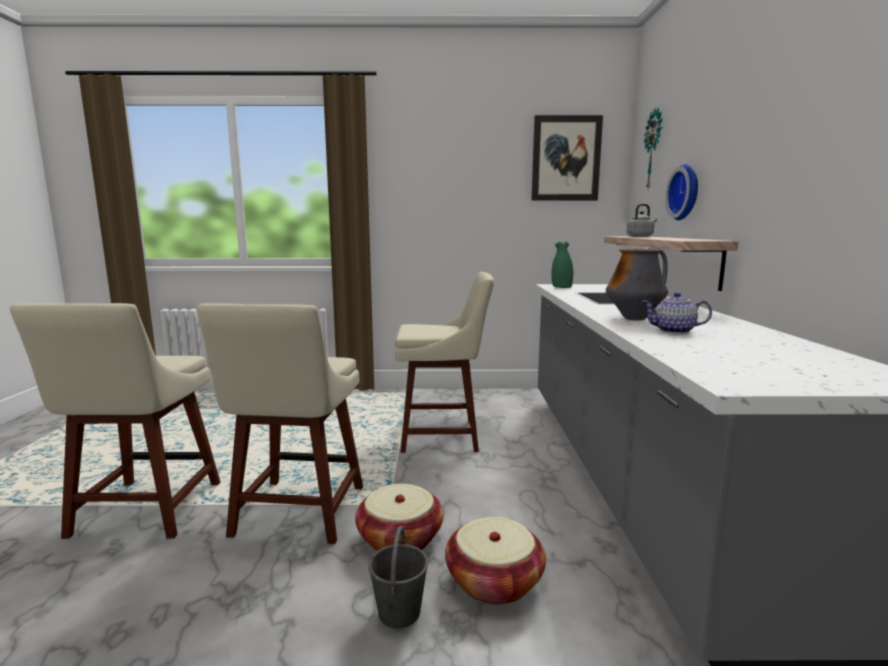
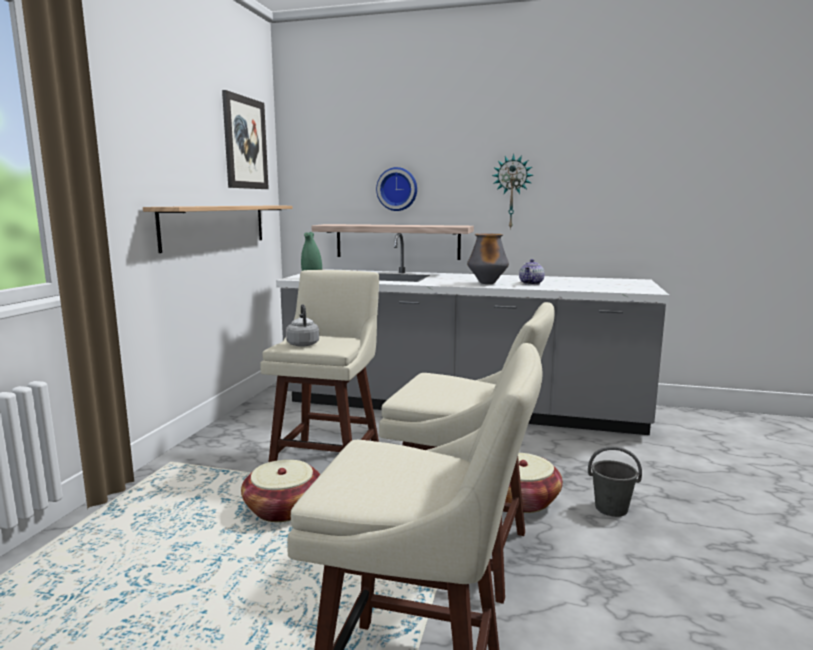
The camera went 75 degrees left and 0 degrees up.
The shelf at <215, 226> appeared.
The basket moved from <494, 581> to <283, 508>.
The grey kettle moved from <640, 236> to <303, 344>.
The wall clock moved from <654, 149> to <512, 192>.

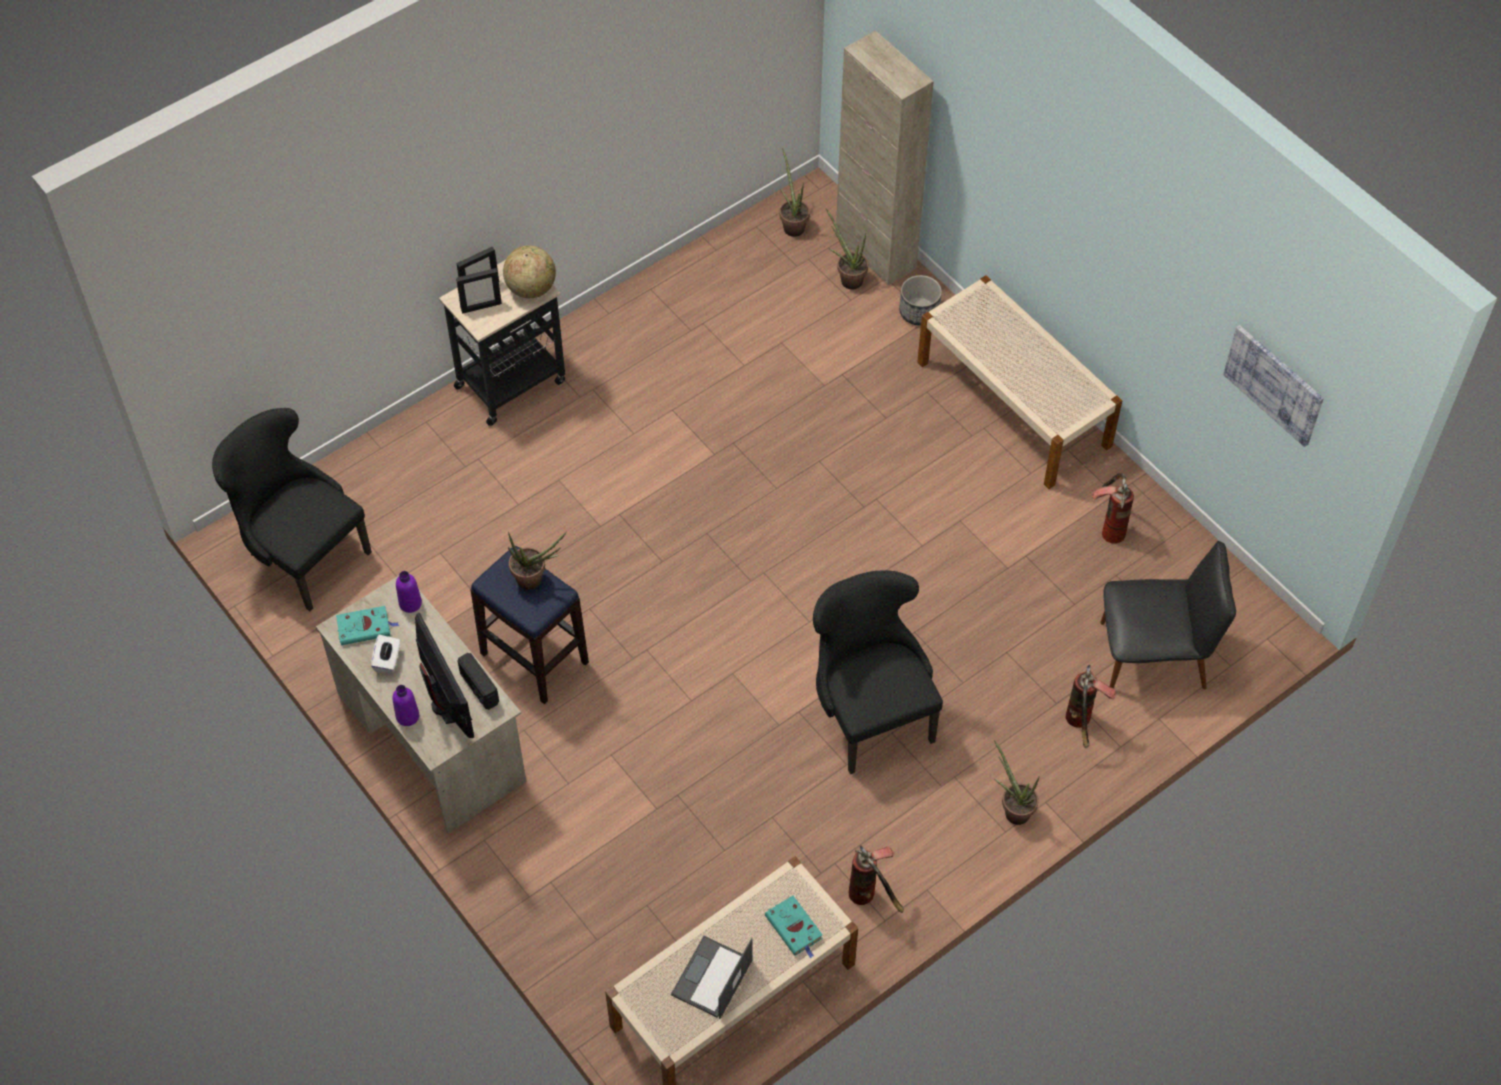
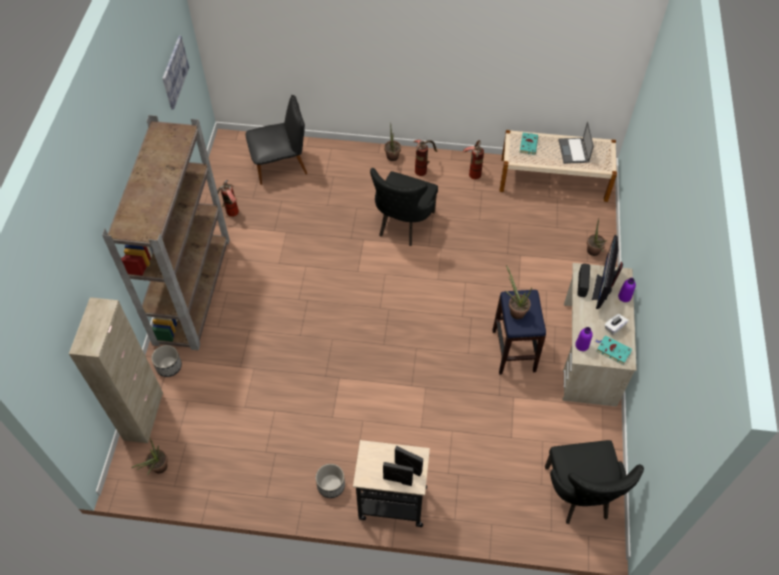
The camera went 135 degrees left and 0 degrees up.
The beige bench at <1014, 403> was replaced by the brown bookcase at <192, 290>.
The black chair at <1153, 655> turned 120 degrees clockwise.
The planter at <331, 485> appeared.
The fire extinguisher moved from <1081, 725> to <423, 168>.
The laptop at <712, 978> turned 105 degrees clockwise.
The potted plant moved from <848, 278> to <593, 253>.
The globe at <531, 288> disappeared.

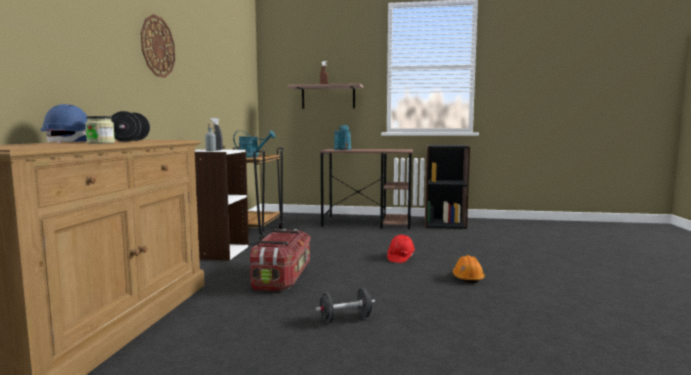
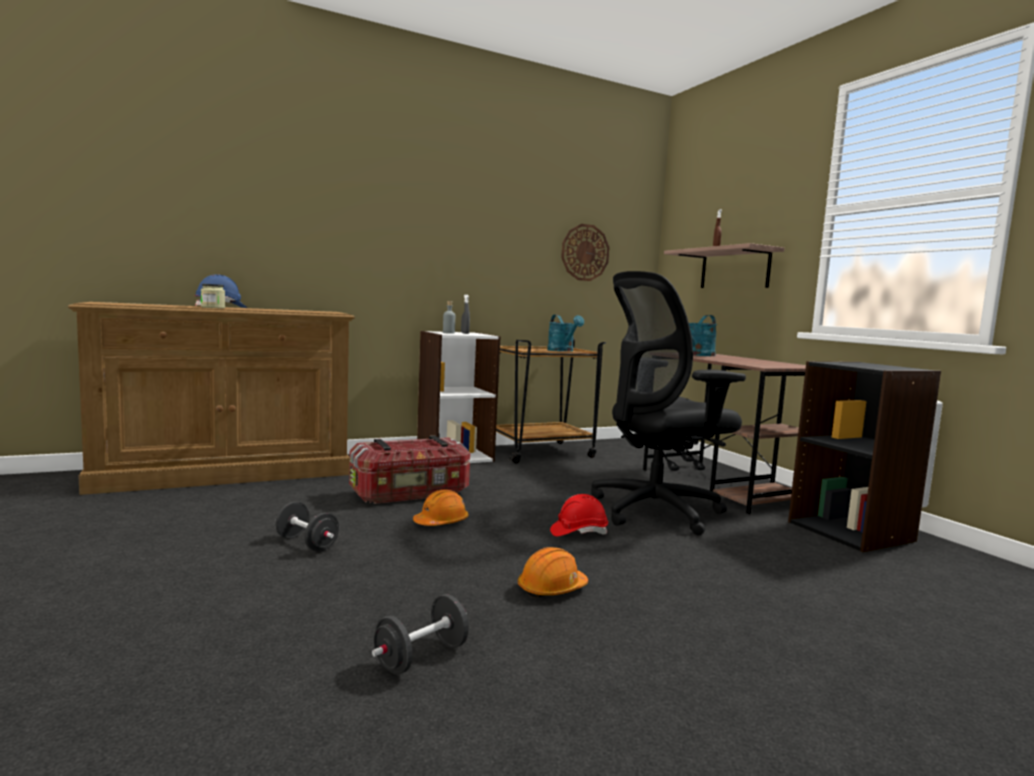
The camera went 55 degrees right and 0 degrees up.
The black dumbbell moved from <130, 141> to <421, 657>.
The orange hard hat at <441, 522> appeared.
The wall clock moved from <157, 46> to <585, 252>.
The black office chair at <661, 509> appeared.

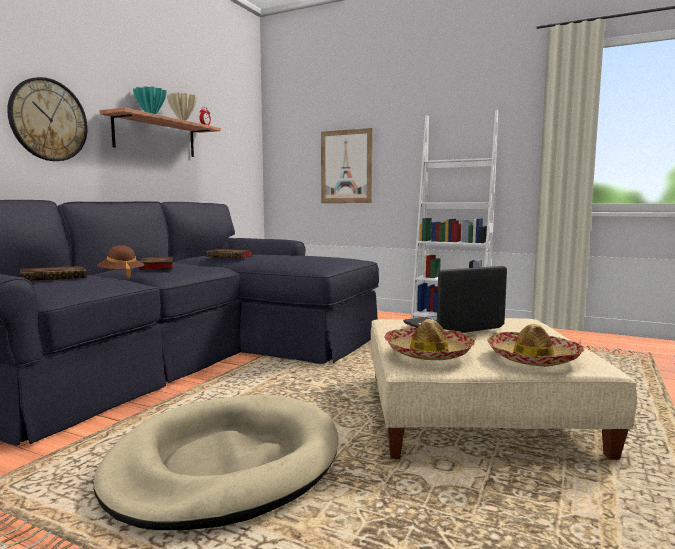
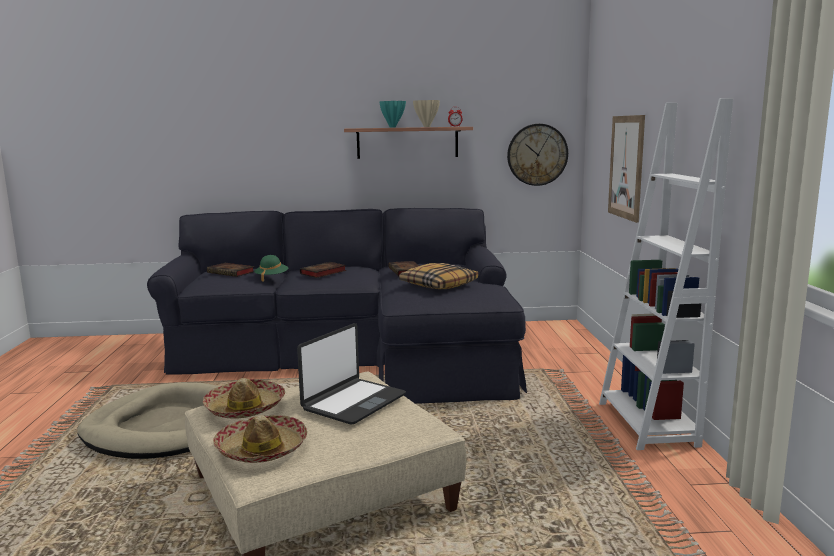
The camera went 60 degrees right and 5 degrees up.
The brown hat at <121, 275> became the green hat at <271, 278>.
The laptop at <453, 326> turned 90 degrees clockwise.
The pillow at <438, 285> appeared.
The wall clock moved from <48, 120> to <537, 154>.

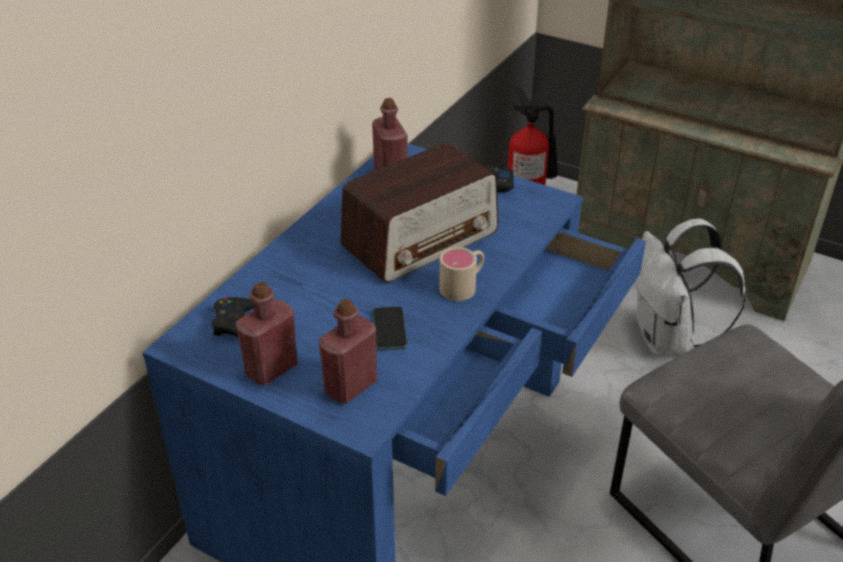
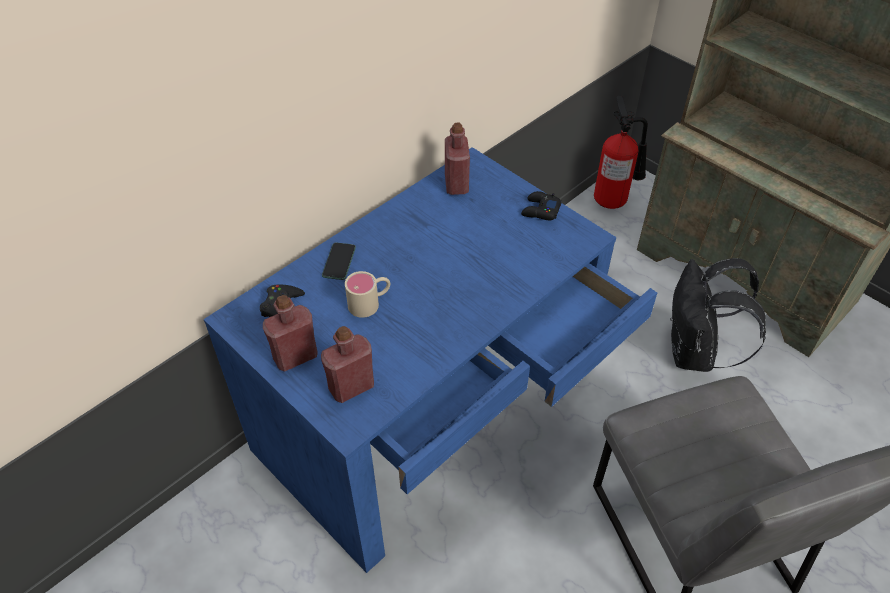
The camera went 15 degrees right and 10 degrees up.
The phone moved from <389, 329> to <339, 262>.
The beige mug moved from <463, 285> to <370, 302>.
The white backpack at <668, 339> became the black backpack at <694, 353>.
The radio at <421, 239> disappeared.

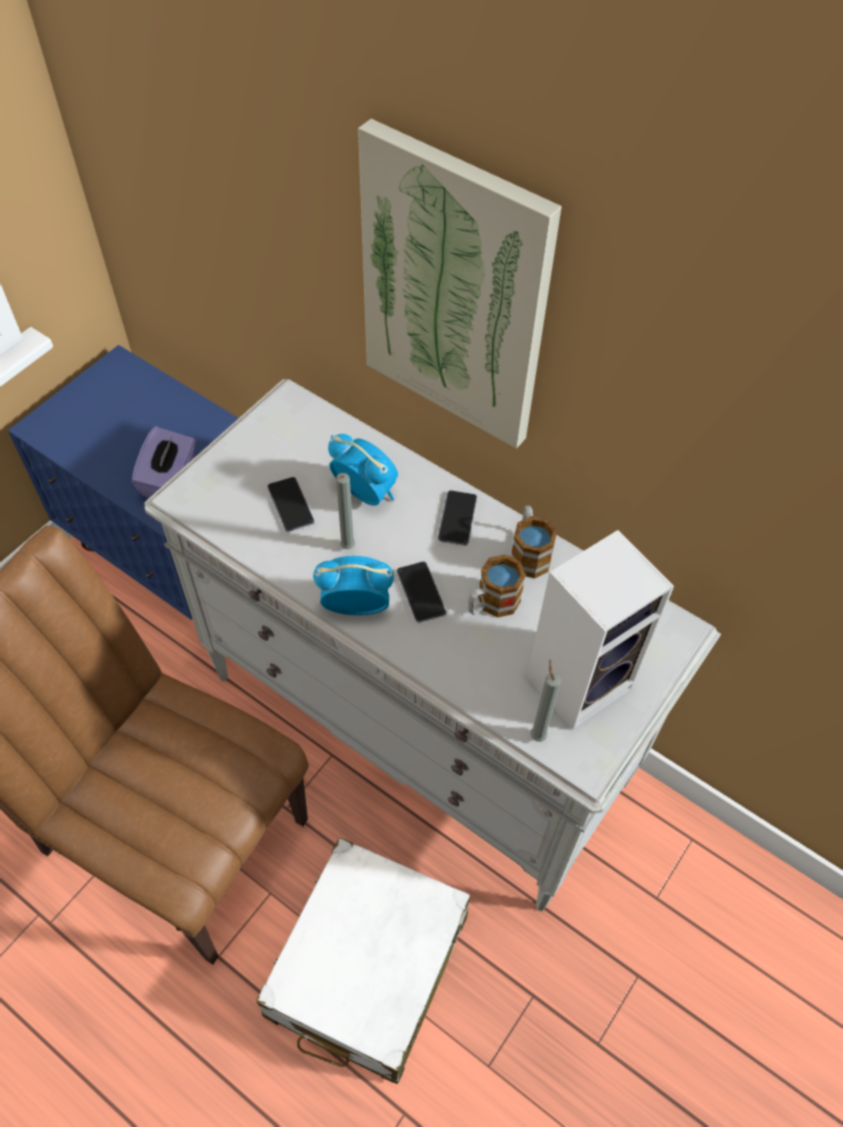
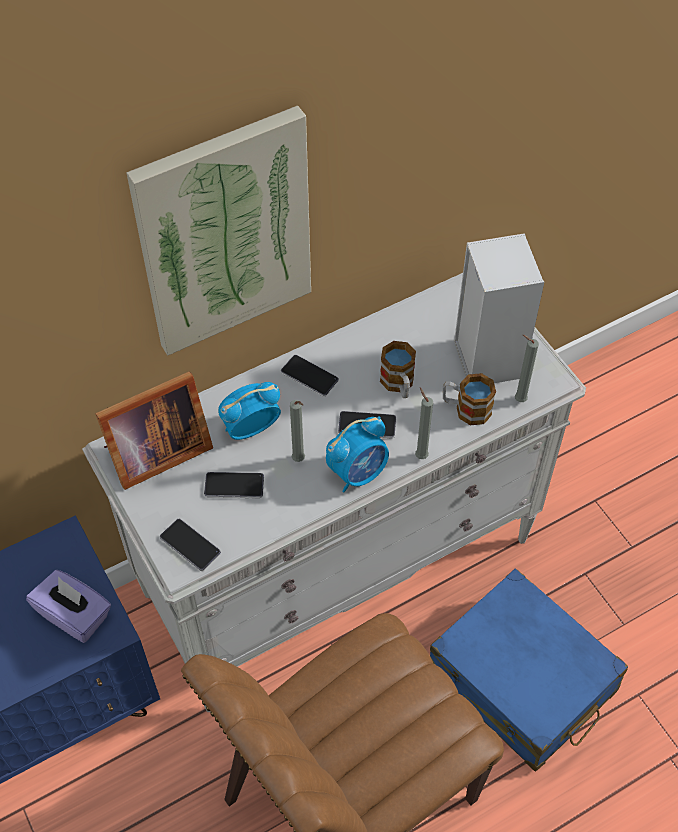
The camera went 65 degrees left and 0 degrees up.
The picture frame at <154, 453> appeared.
The phone at <190, 545> appeared.
The alarm clock at <356, 605> turned 150 degrees counterclockwise.
The grey candle at <420, 455> appeared.
The white suitcase at <367, 966> became the blue suitcase at <522, 680>.
The mug moved from <528, 553> to <466, 409>.

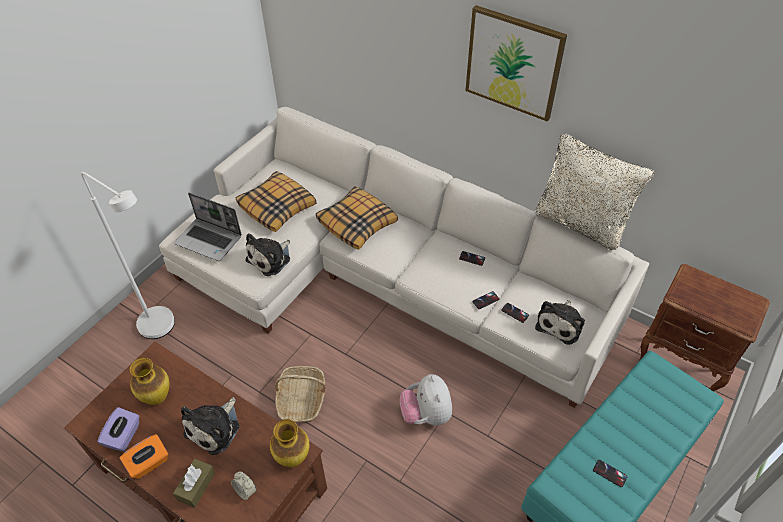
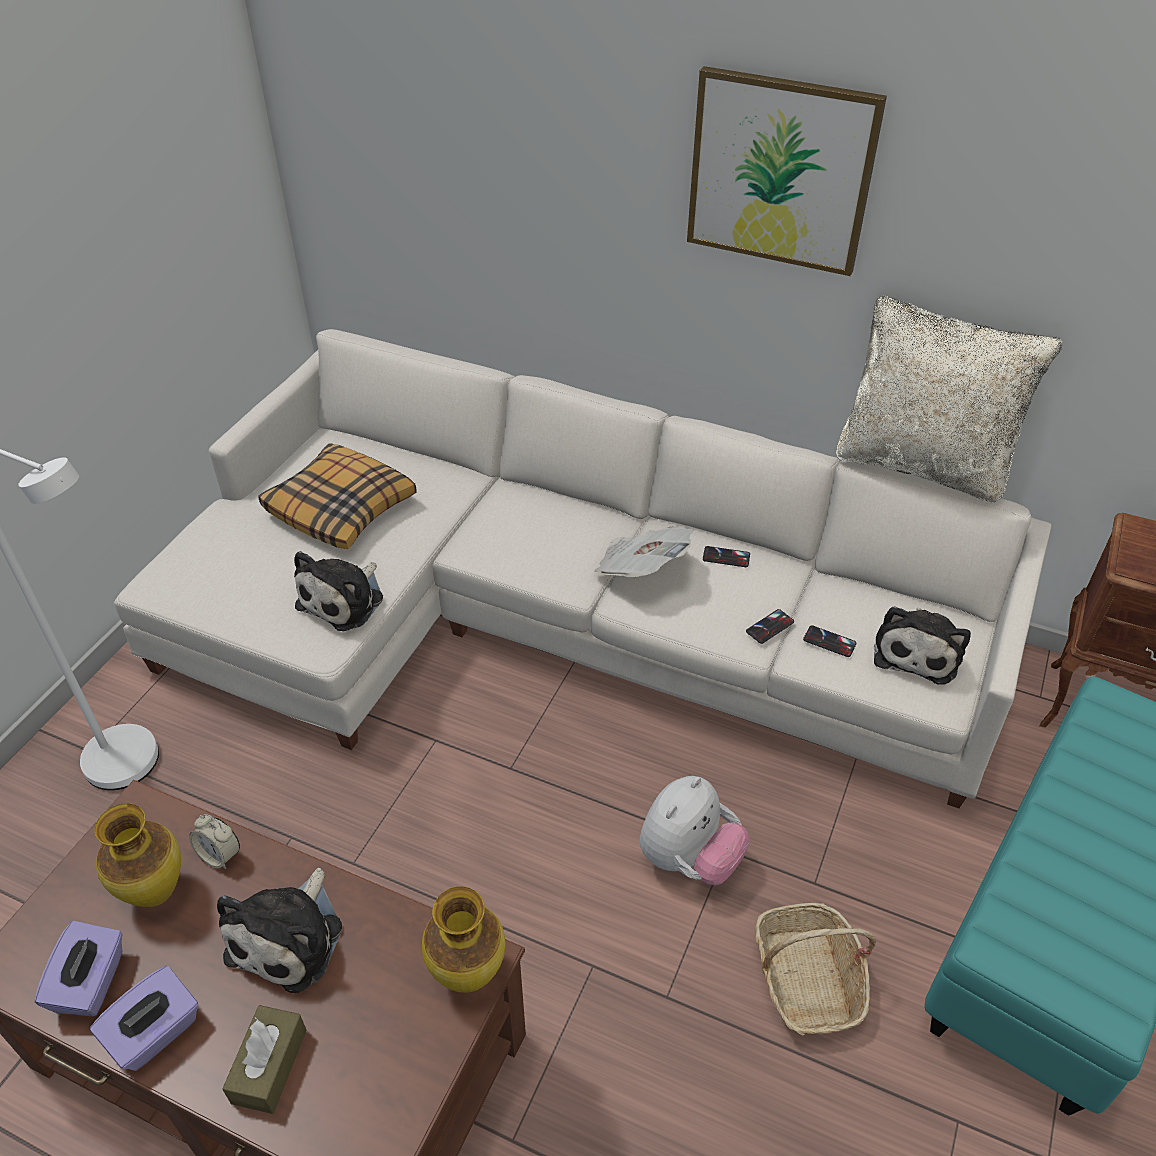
The camera went 10 degrees left and 5 degrees down.
The orange tissue box at <149, 463> became the purple tissue box at <156, 1033>.
The alarm clock moved from <245, 491> to <220, 855>.
The newspaper at <641, 569> appeared.
The plush toy at <426, 414> turned 120 degrees counterclockwise.
The basket moved from <302, 400> to <807, 979>.
The laptop at <209, 240> disappeared.
The pillow at <357, 223> disappeared.
The phone at <609, 473> disappeared.

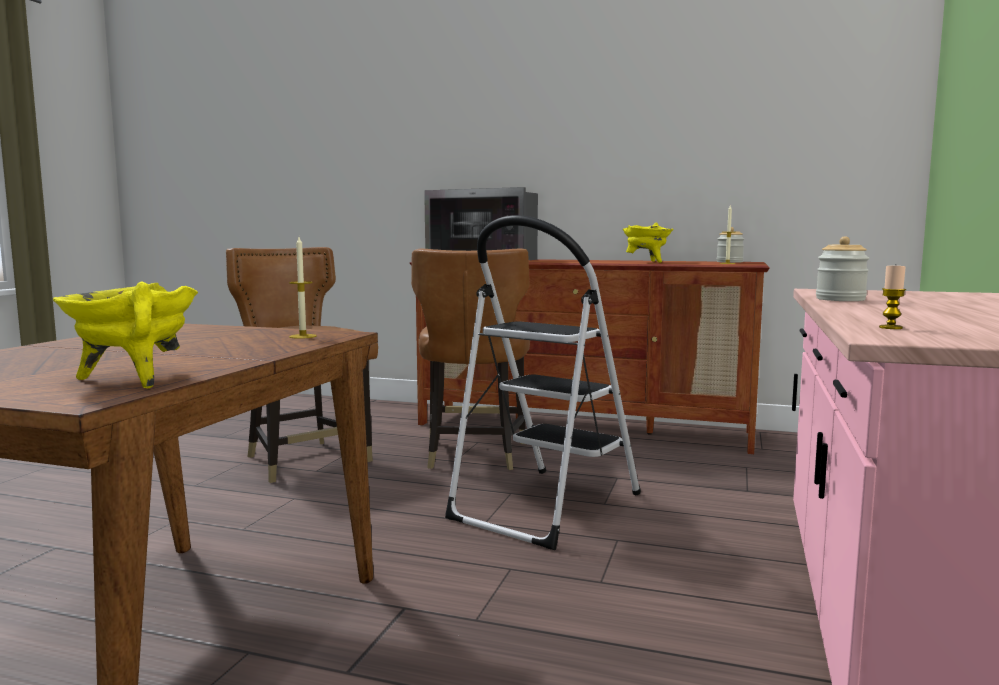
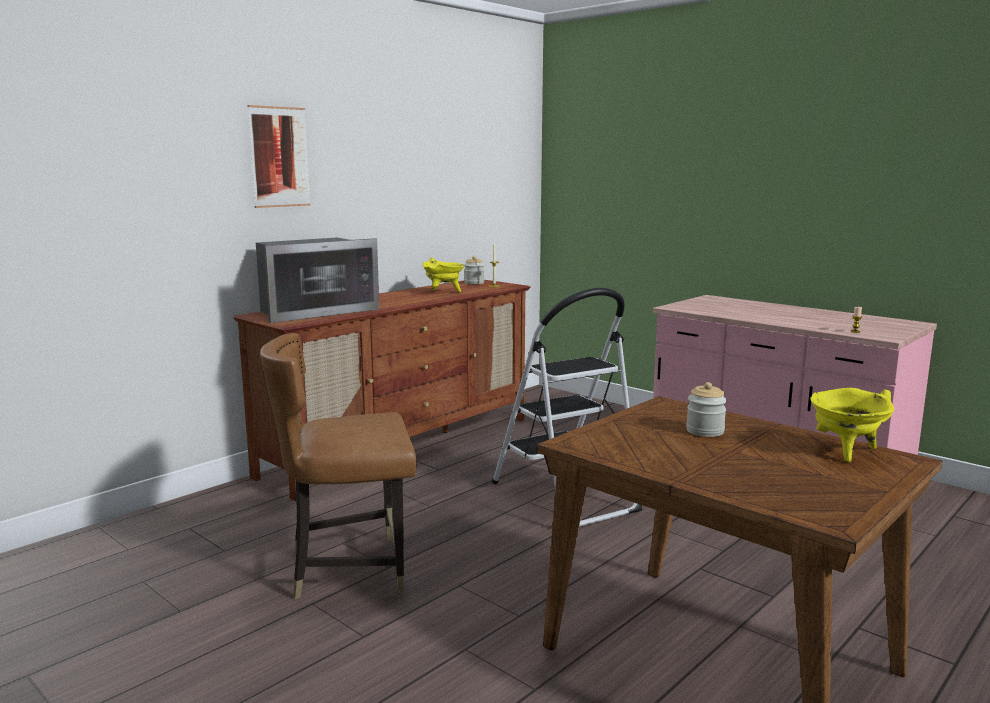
The camera went 65 degrees left and 5 degrees up.
The picture at <279, 157> appeared.
The jar moved from <840, 299> to <705, 431>.
The candle at <303, 336> disappeared.
The brown chair at <473, 454> disappeared.

